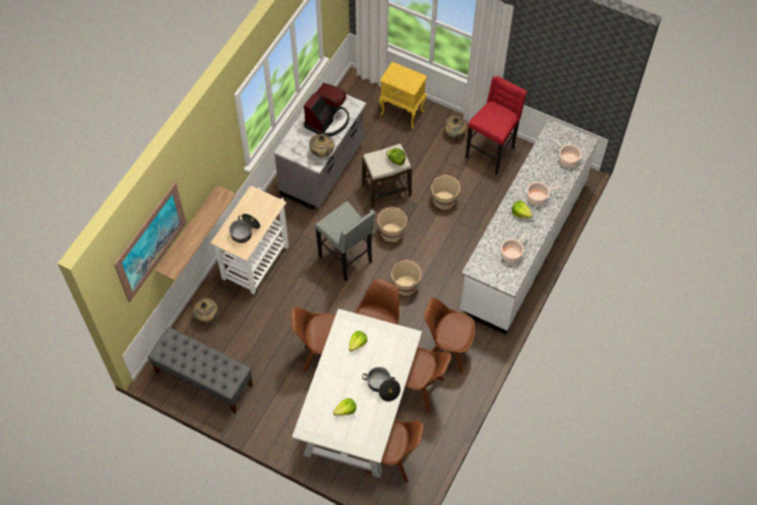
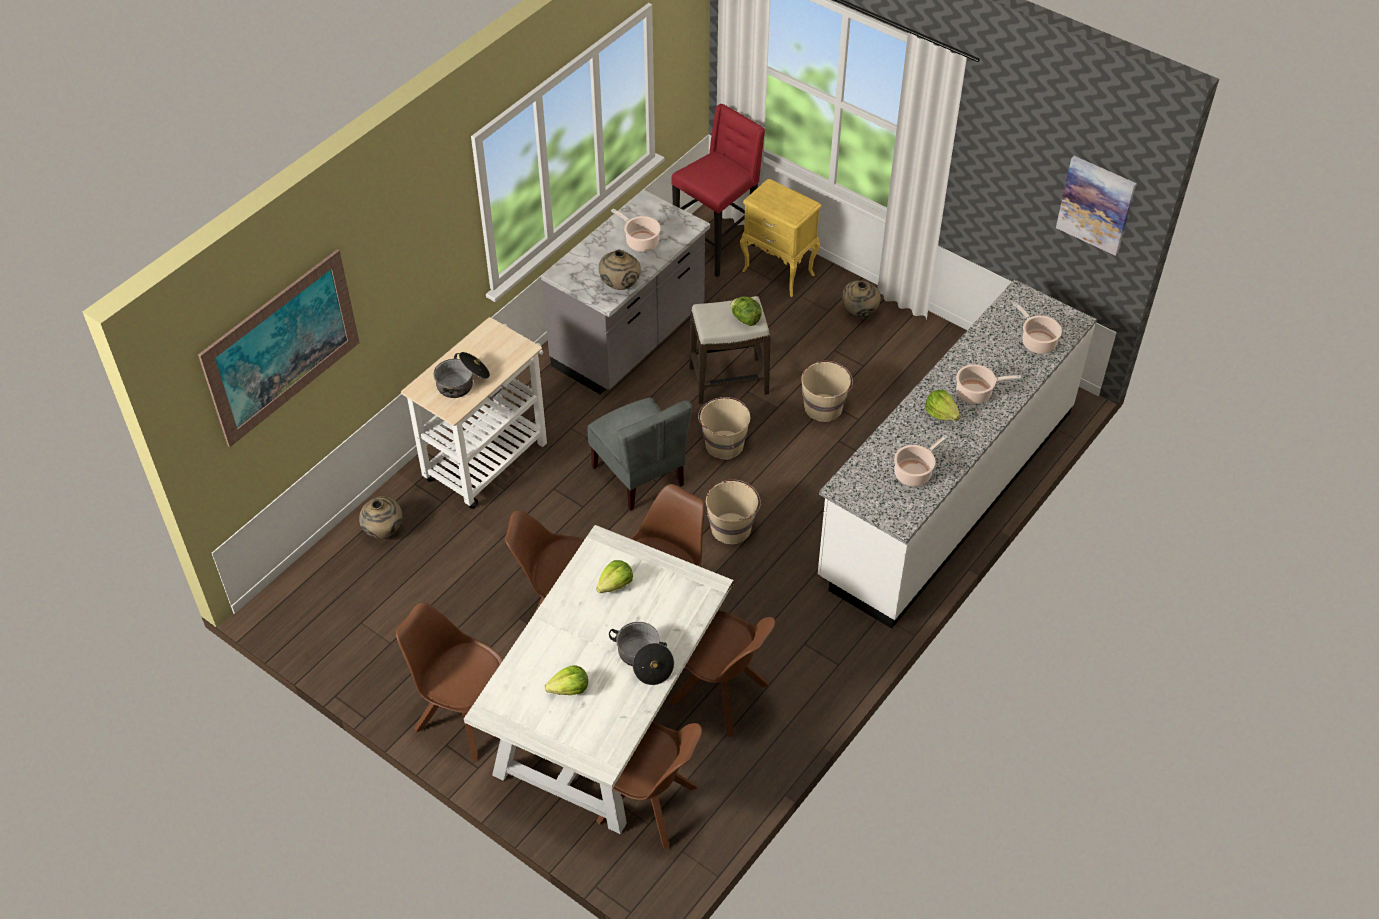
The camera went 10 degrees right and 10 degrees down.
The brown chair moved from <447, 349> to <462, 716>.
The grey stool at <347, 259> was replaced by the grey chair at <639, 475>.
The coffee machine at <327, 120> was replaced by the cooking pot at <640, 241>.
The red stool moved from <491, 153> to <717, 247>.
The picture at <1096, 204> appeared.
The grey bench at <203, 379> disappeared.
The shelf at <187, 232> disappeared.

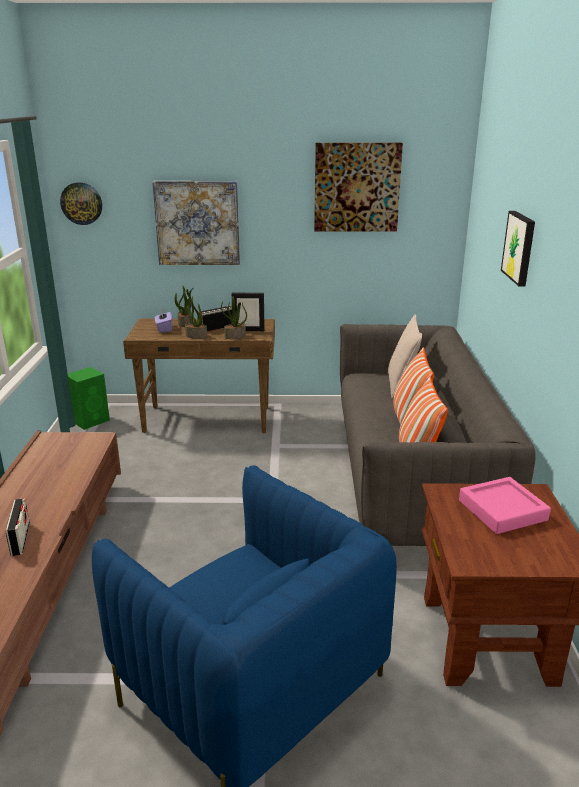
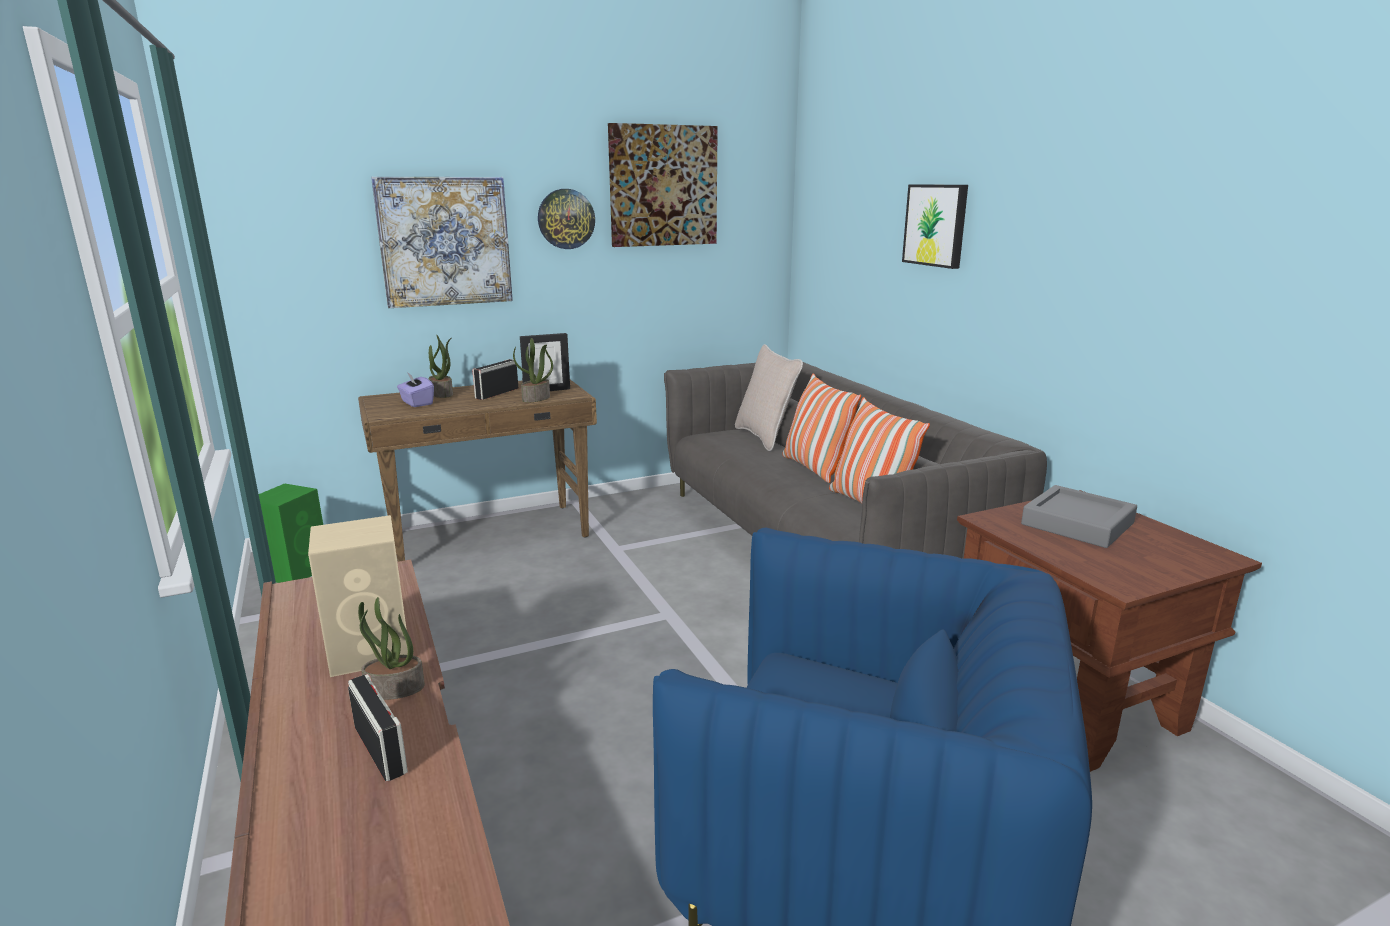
The camera went 25 degrees left and 5 degrees down.
The beige speaker at <372, 651> appeared.
The potted plant moved from <196, 336> to <394, 689>.
The wall clock moved from <81, 203> to <566, 219>.
The pink tray at <502, 510> became the grey tray at <1077, 524>.

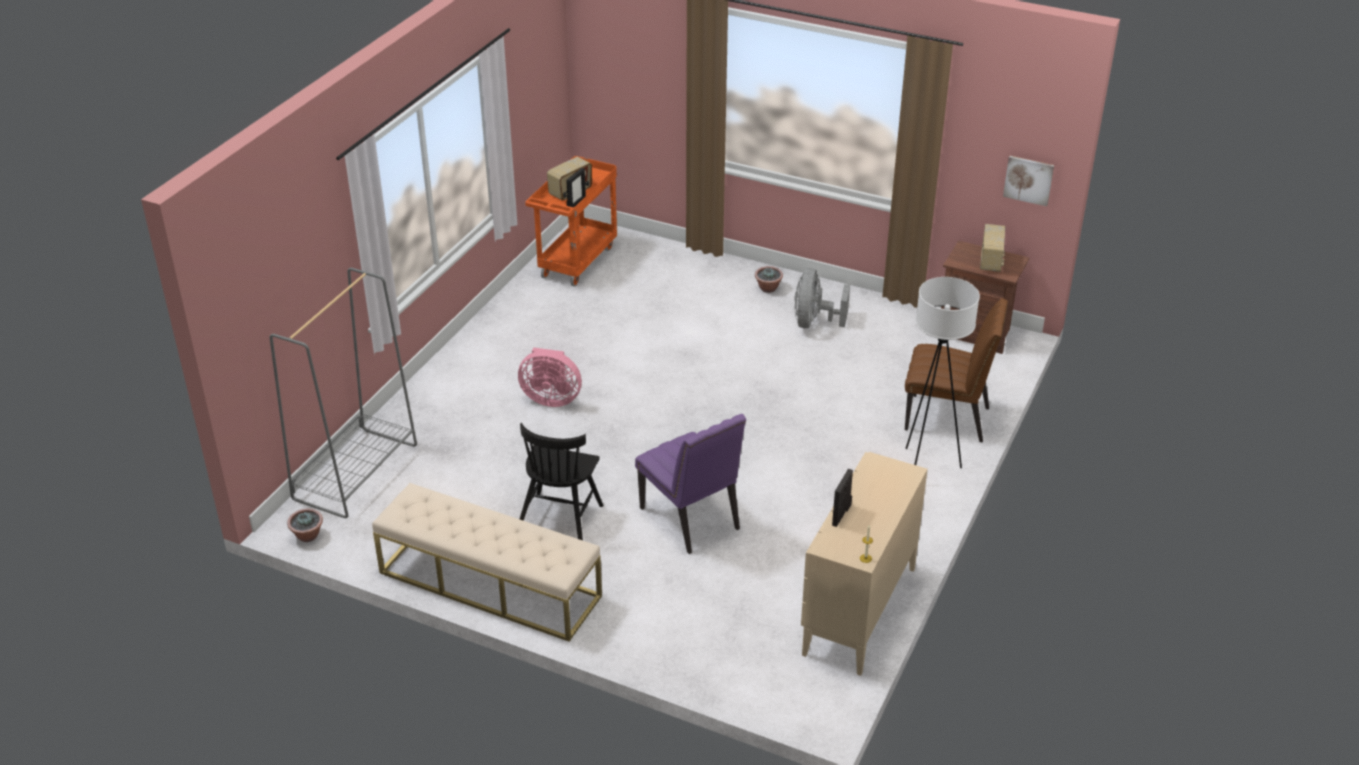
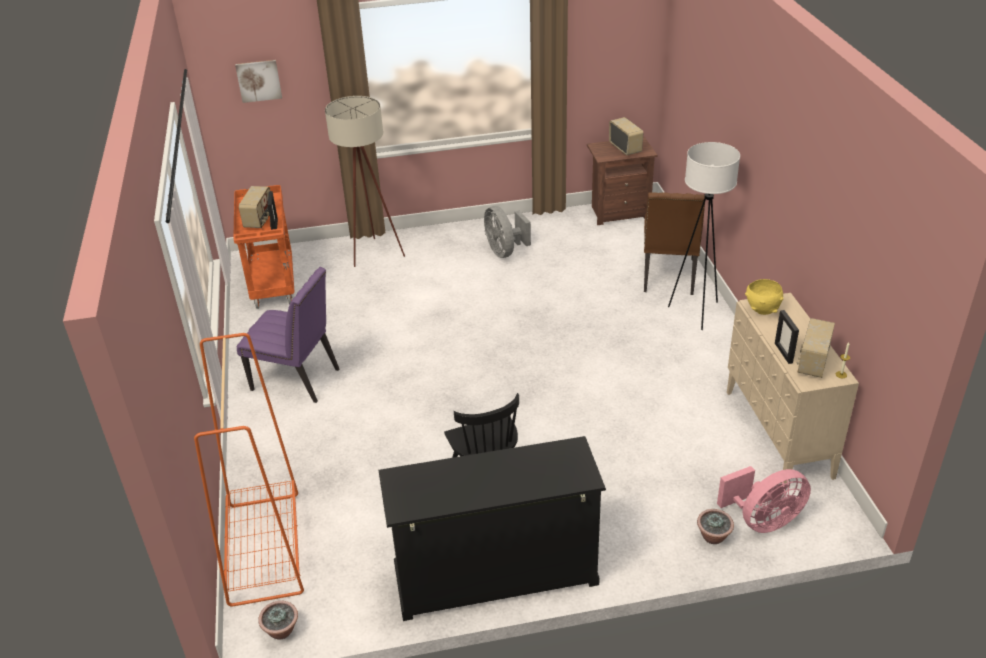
The camera went 35 degrees left and 0 degrees up.
The grey clothes rack at <355, 472> became the orange clothes rack at <264, 548>.
The picture moved from <1028, 180> to <259, 80>.
The purple chair moved from <689, 518> to <295, 379>.
The beige floor lamp at <372, 256> appeared.
The beige bench at <489, 584> was replaced by the black cabinet at <494, 575>.
The brown chair at <946, 418> turned 120 degrees clockwise.
The potted plant moved from <768, 289> to <713, 537>.
The pink fan moved from <551, 398> to <763, 521>.
The yellow bowl at <762, 310> appeared.
The radio at <812, 362> appeared.

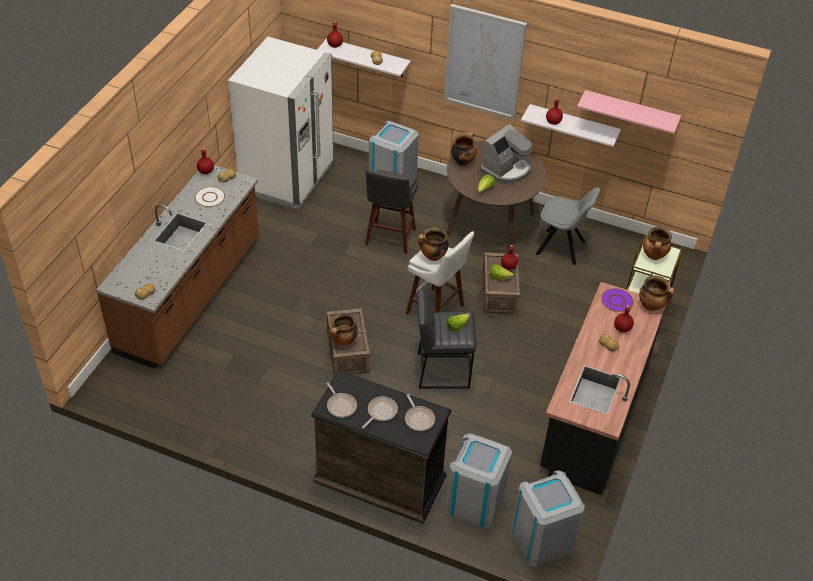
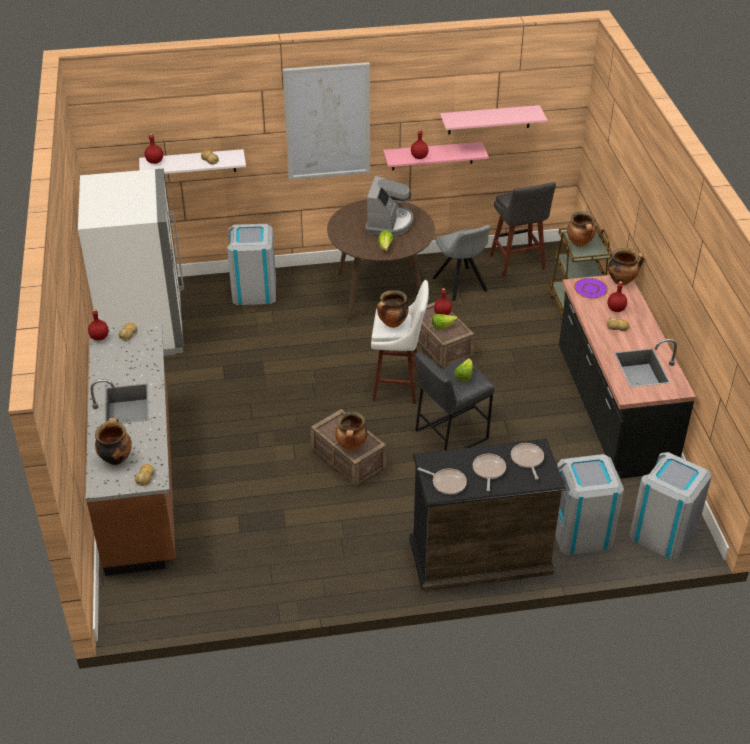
The camera went 30 degrees left and 5 degrees down.
The cooking pot moved from <463, 161> to <116, 458>.
The white shelf at <573, 125> became the pink shelf at <432, 156>.
The grey chair at <561, 248> turned 75 degrees clockwise.
The grey stool moved from <389, 238> to <517, 264>.
The frying pan at <419, 419> turned 135 degrees counterclockwise.
The white plate at <210, 197> disappeared.

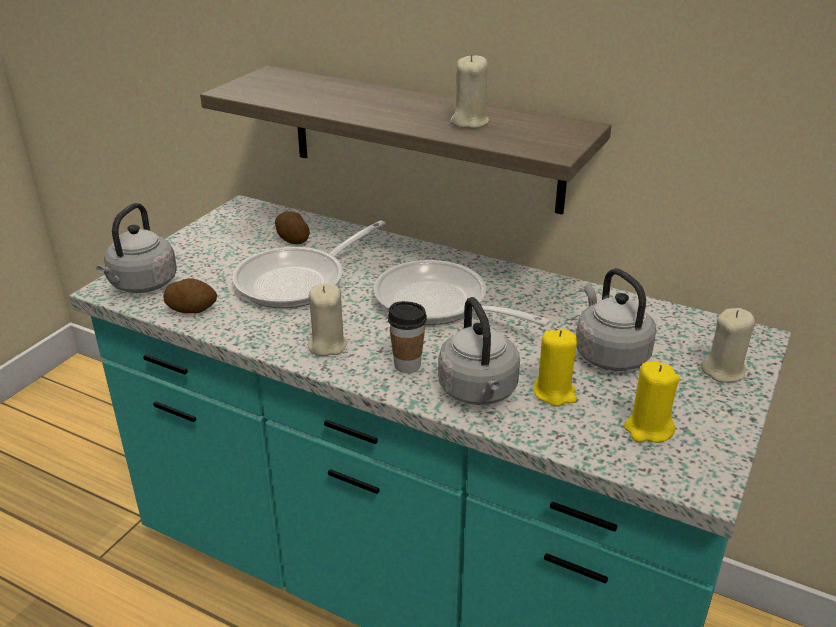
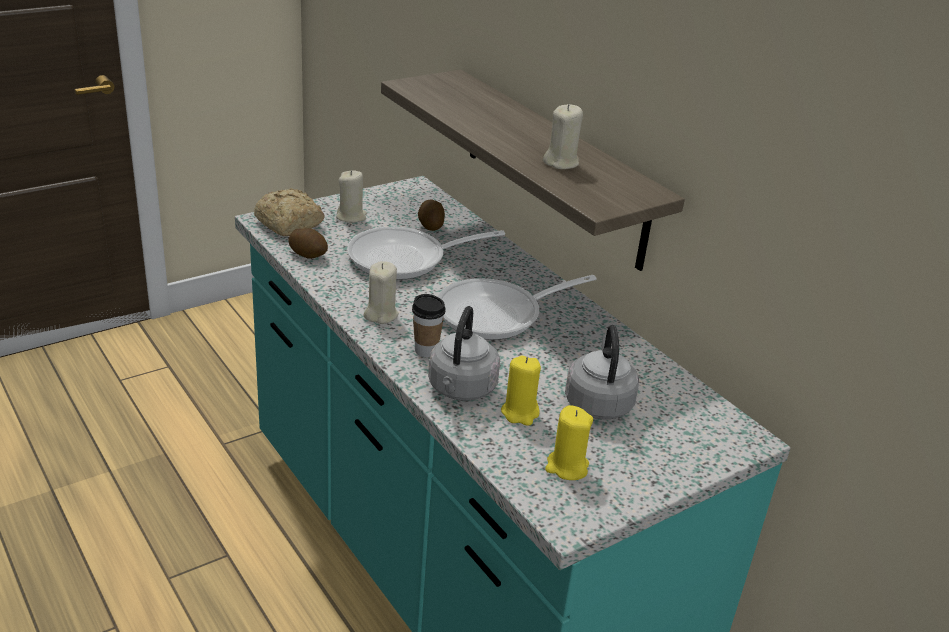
The camera went 25 degrees right and 0 degrees up.
The grey kettle at <142, 285> was replaced by the bread at <289, 224>.
The beige candle moved from <723, 371> to <351, 216>.
The frying pan at <439, 304> turned 90 degrees counterclockwise.

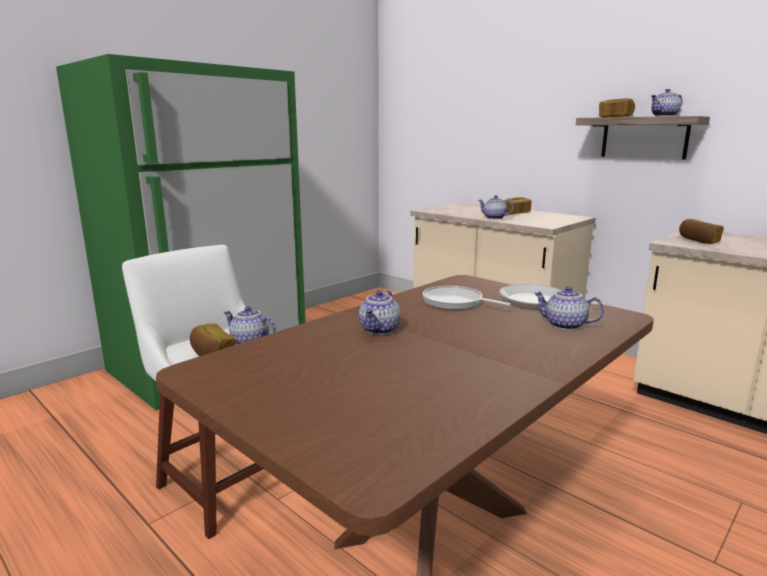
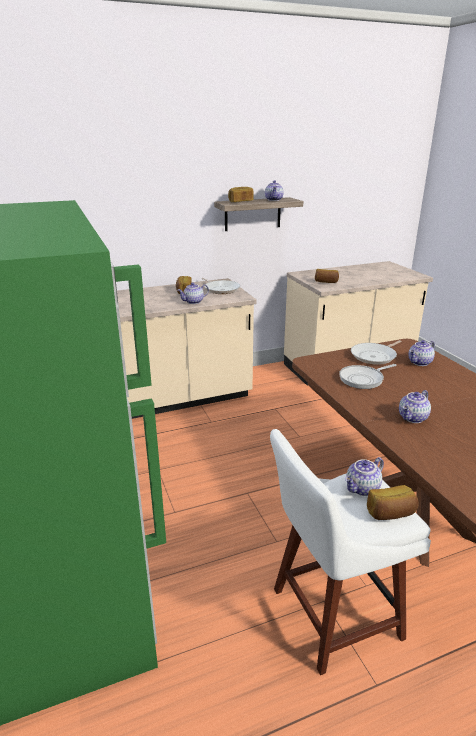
The camera went 65 degrees left and 10 degrees up.
The frying pan at <221, 289> appeared.
The teapot at <380, 330> turned 90 degrees clockwise.

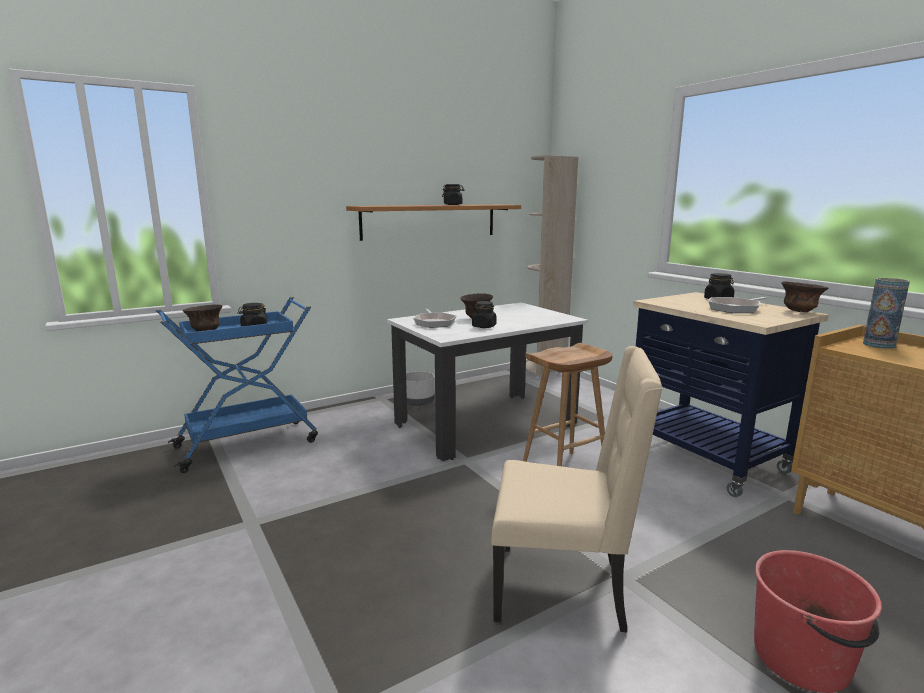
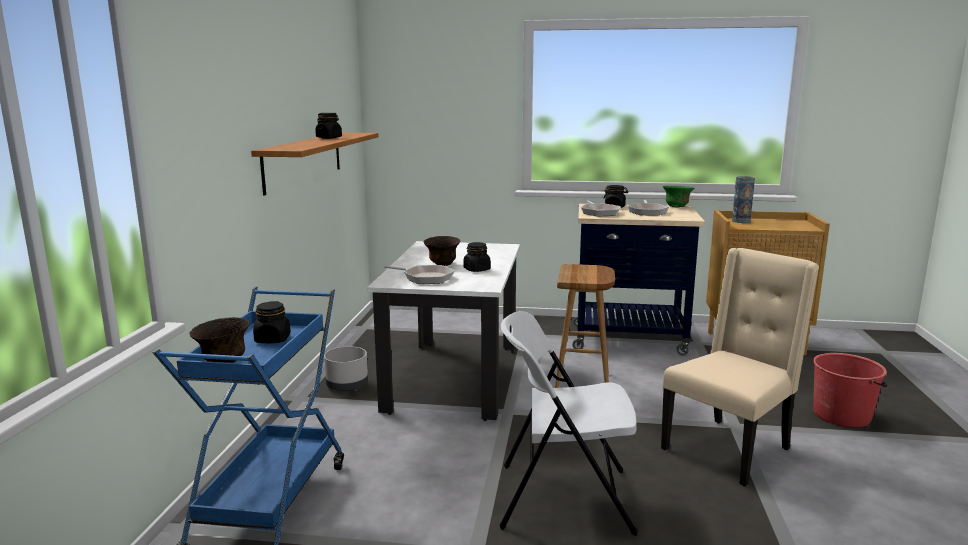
The camera went 50 degrees left and 0 degrees up.
The white chair at <565, 497> appeared.
The frying pan at <599, 212> appeared.
The brown bowl at <799, 311> became the green bowl at <676, 207>.
The beige bookcase at <541, 372> disappeared.

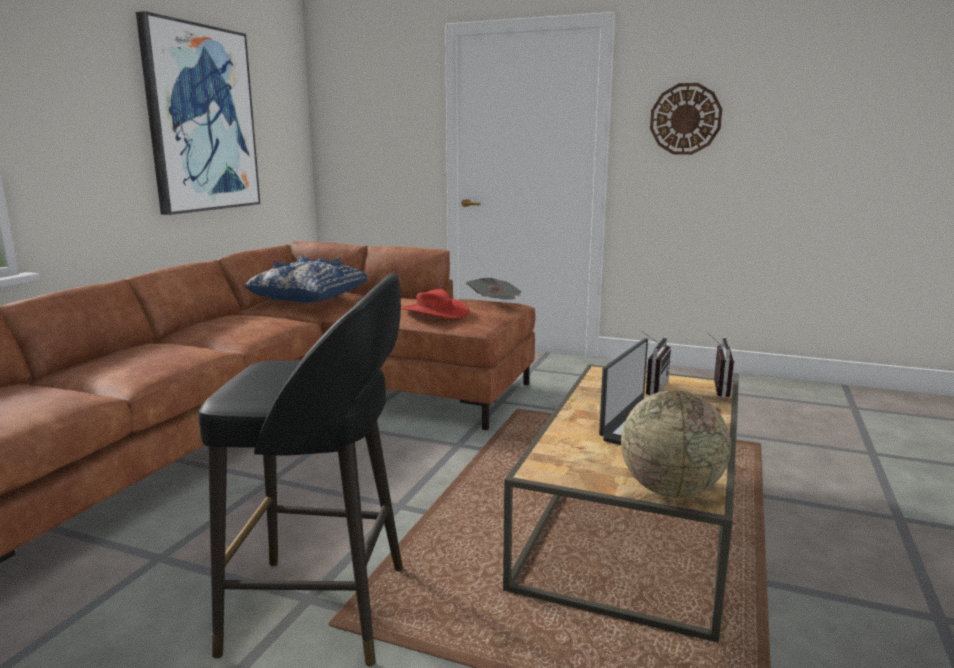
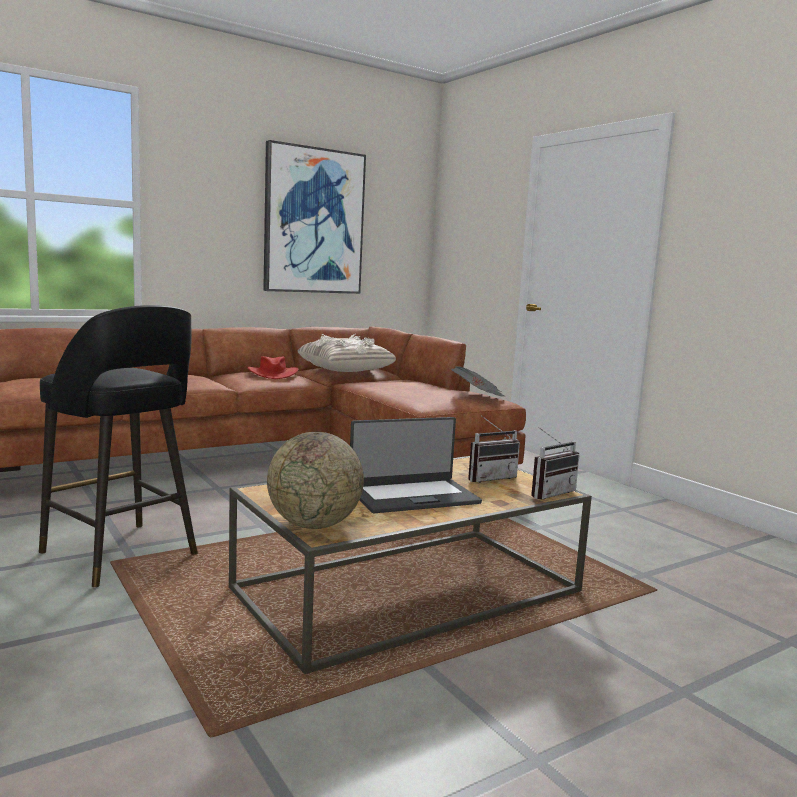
The camera went 35 degrees right and 5 degrees down.
The red hat moved from <434, 312> to <272, 374>.
The blue pillow at <309, 300> became the beige pillow at <345, 371>.
The wall clock at <685, 119> disappeared.

